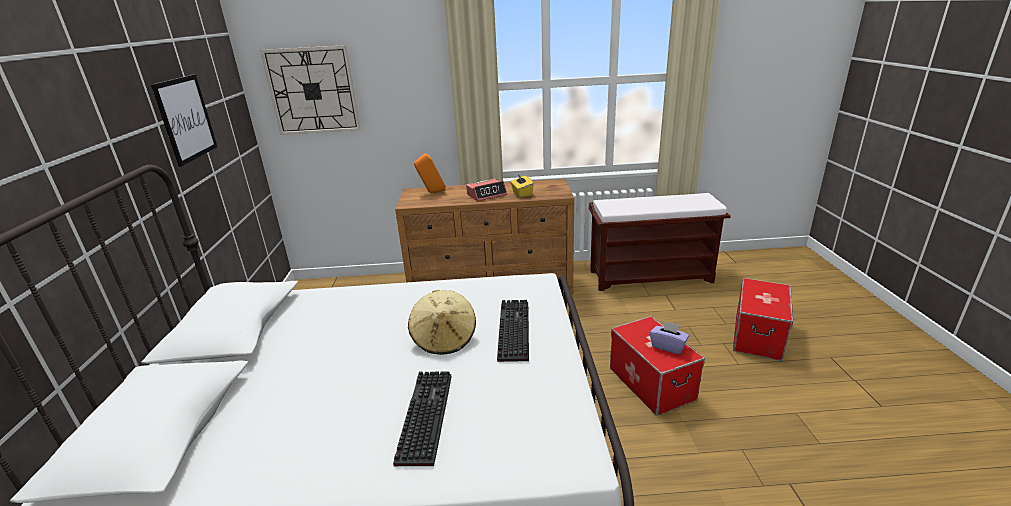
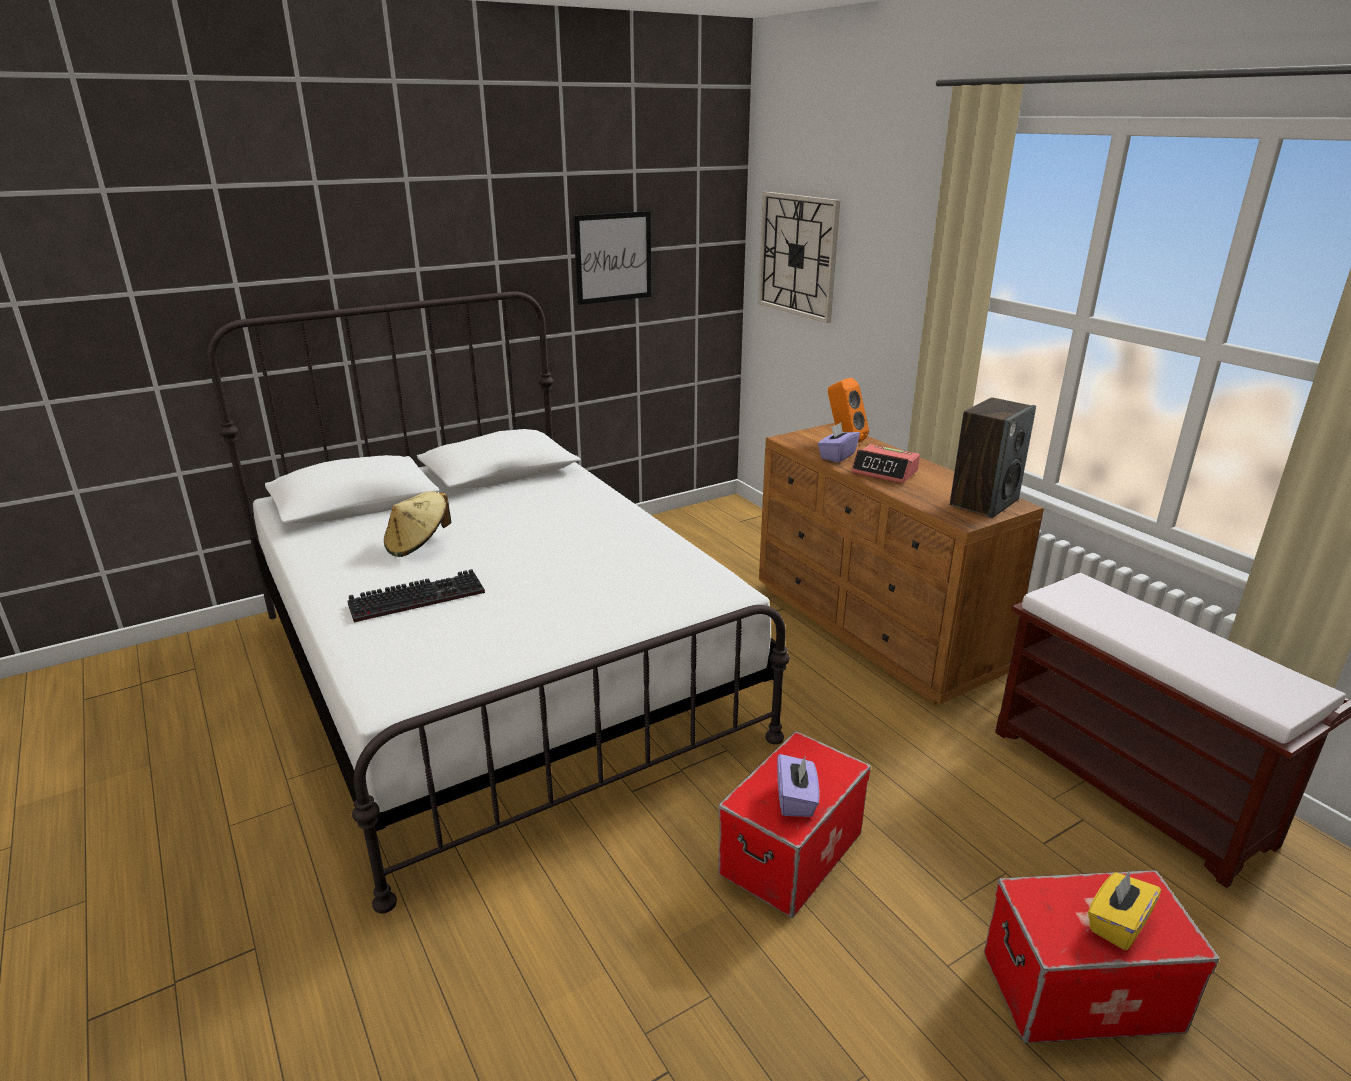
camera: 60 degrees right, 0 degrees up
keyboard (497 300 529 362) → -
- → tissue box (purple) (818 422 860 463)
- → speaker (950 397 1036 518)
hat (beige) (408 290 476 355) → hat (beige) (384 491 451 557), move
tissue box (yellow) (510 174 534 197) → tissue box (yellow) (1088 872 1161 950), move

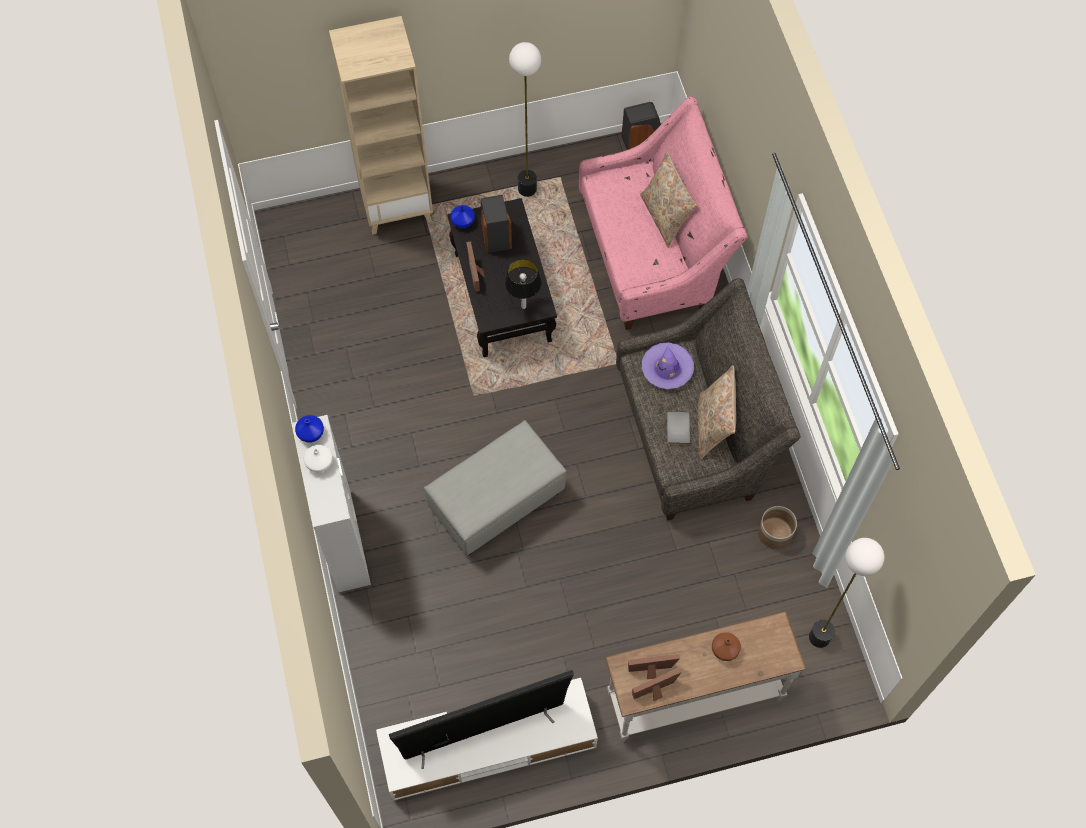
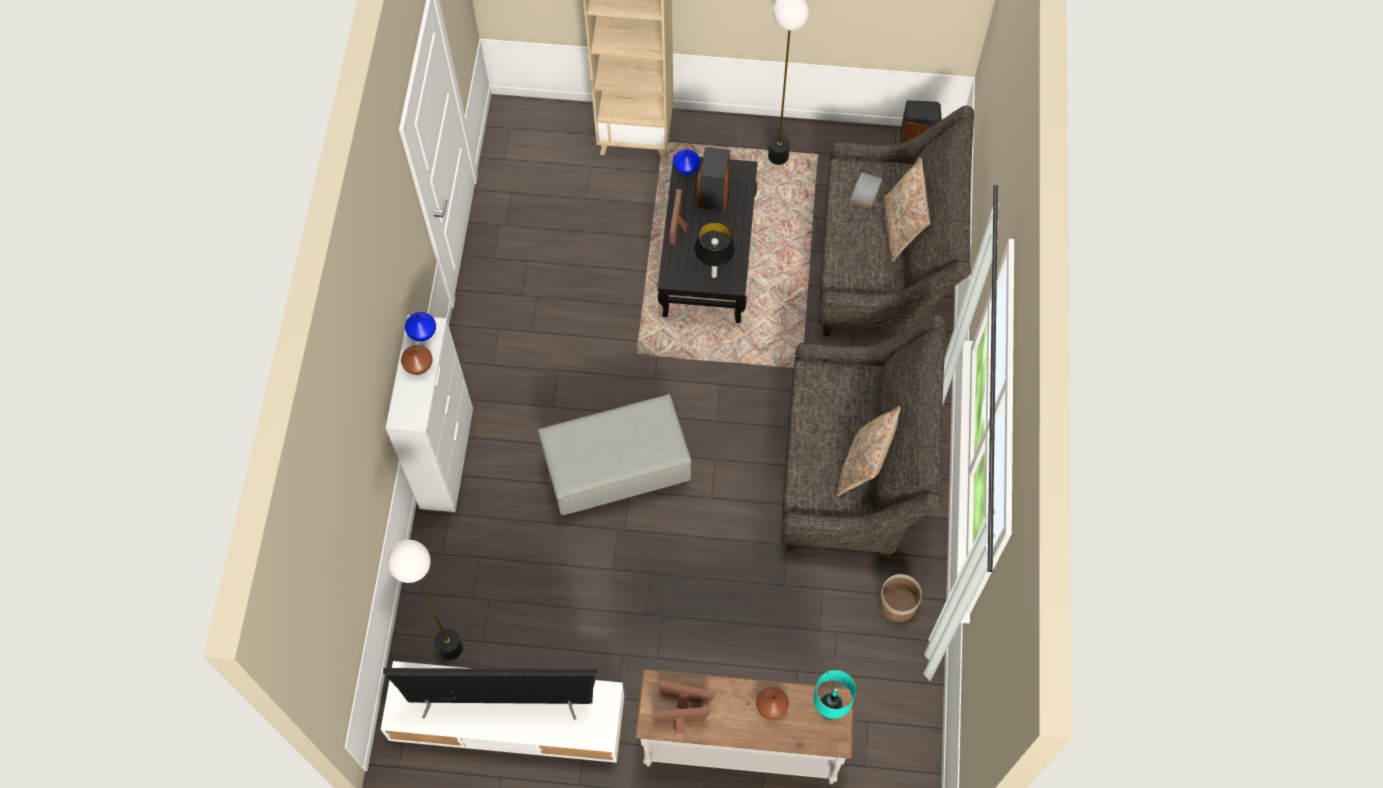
camera: 20 degrees right, 0 degrees up
hat (purple) (642 342 694 389) → -
- → table lamp (turquoise) (813 670 856 720)
book (grey) (667 412 690 445) → book (grey) (850 172 883 209), move
floor lamp (809 538 884 648) → floor lamp (387 540 463 660), move
vase (white) (304 445 333 472) → vase (brown) (401 345 433 375)
sofa (pink) (579 96 748 330) → sofa (grey) (818 106 974 336)

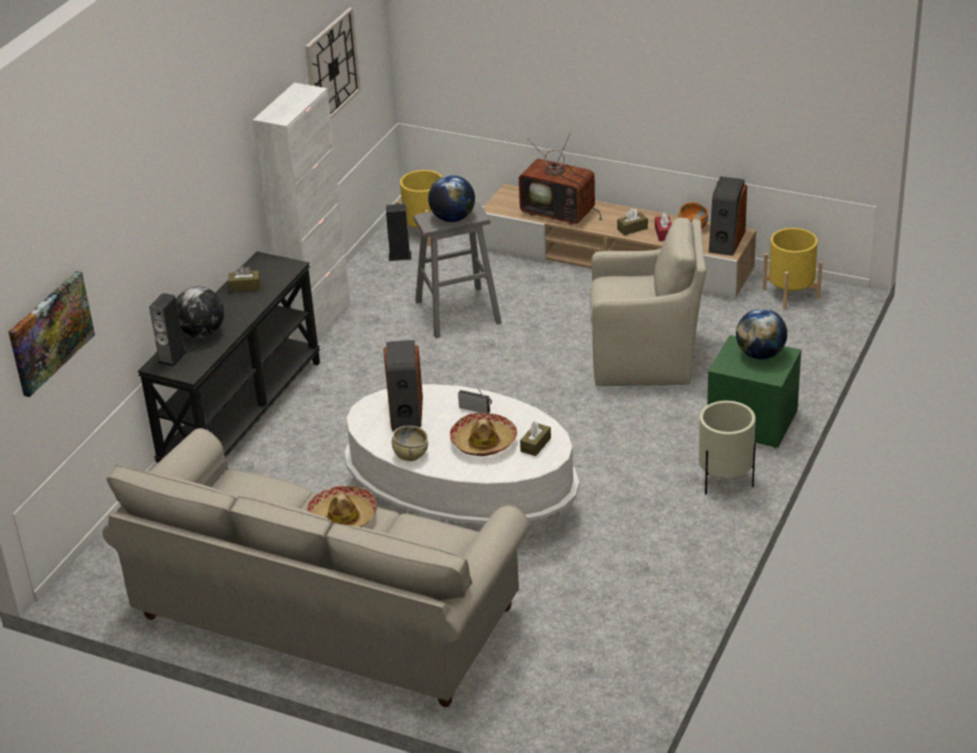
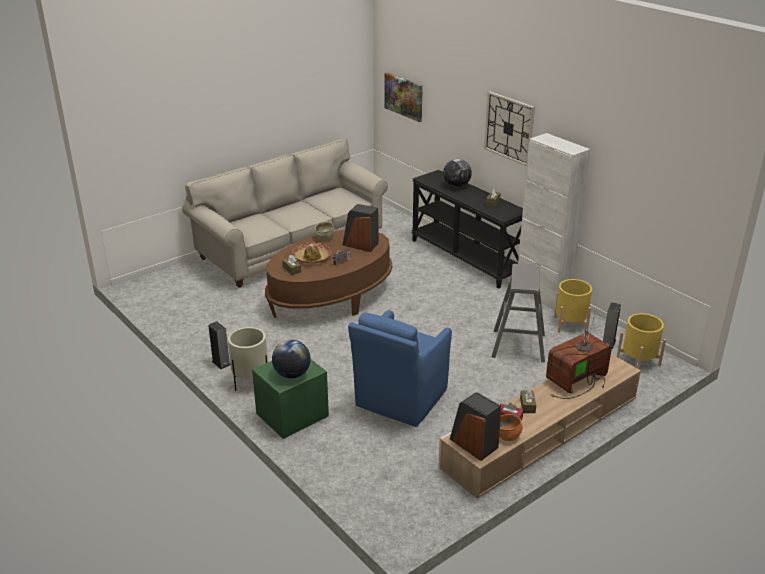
camera: 115 degrees right, 5 degrees down
hat (306 486 377 527) → -
globe (428 175 475 222) → -
speaker (149 293 187 367) → speaker (208 321 231 369), move
wall clock (305 8 361 119) → wall clock (484 91 535 166), move
planter (yellow) (762 228 822 309) → planter (yellow) (554 279 592 333), move
coffee table (white) (344 384 580 532) → coffee table (brown) (265 230 393 318)
armchair (beige) (590 217 706 386) → armchair (blue) (348 310 452 427)

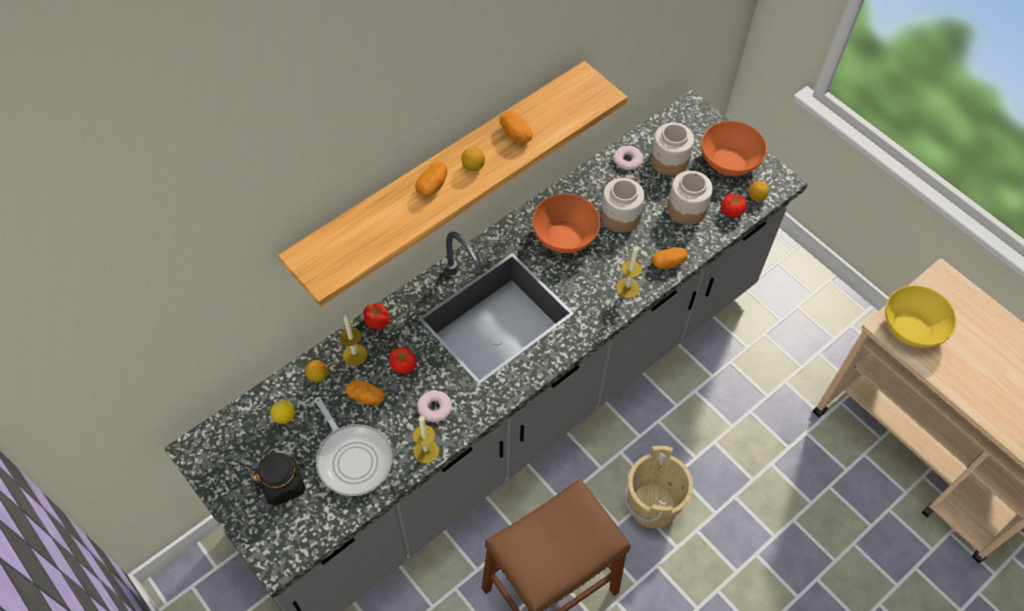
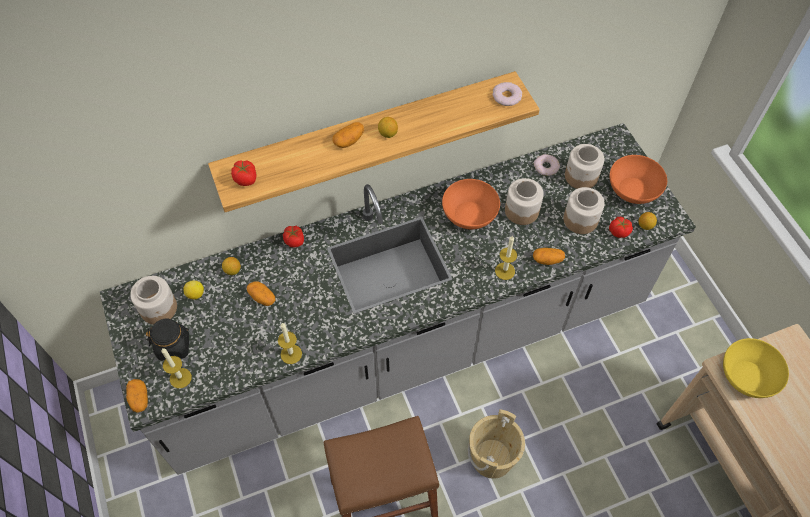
camera: 20 degrees right, 0 degrees up
frying pan (314 397 393 496) → -
- → jar (130 276 177 325)
candle (340 315 367 366) → candle (161 348 192 388), move
tomato (390 346 417 374) → tomato (231 160 256 186), move
donut (417 390 452 422) → donut (492 82 522 106), move
potato (500 112 533 144) → potato (126 379 148 413), move

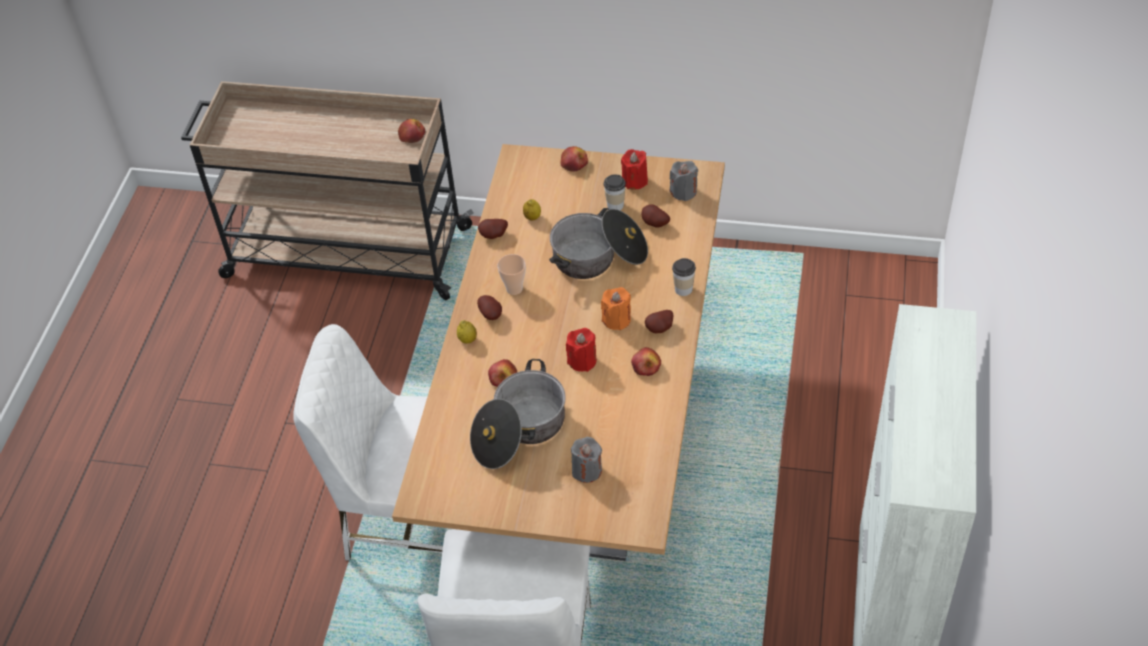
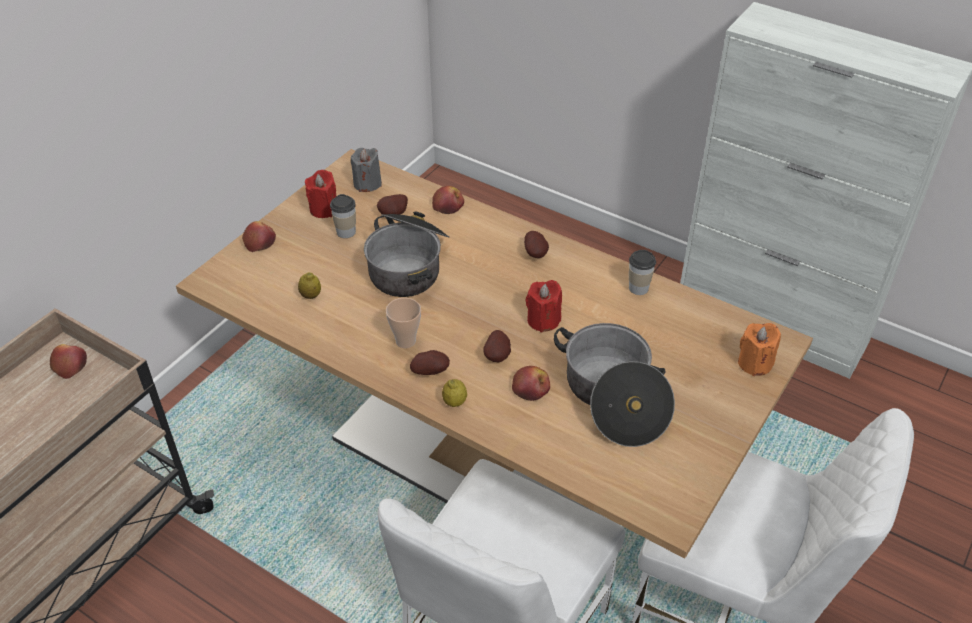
camera: 70 degrees left, 5 degrees down
candle (grey) (571 437 602 483) → -
potato (478 219 508 239) → potato (483 330 511 362), move
candle (orange) (601 287 631 330) → candle (orange) (738 323 781 376), move
apple (631 347 661 376) → apple (432 186 464 214), move
cup (672 258 696 296) → cup (629 250 656 295), move

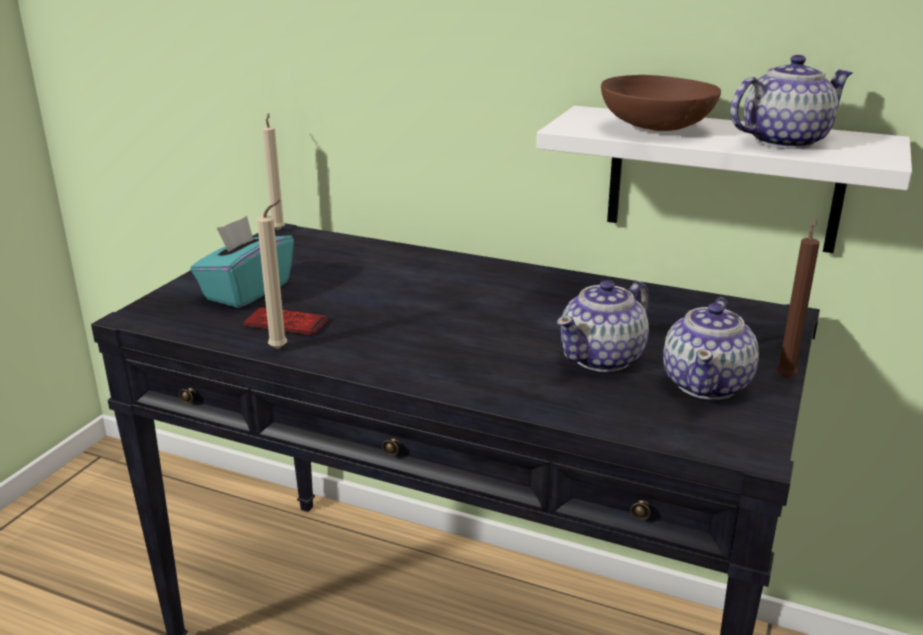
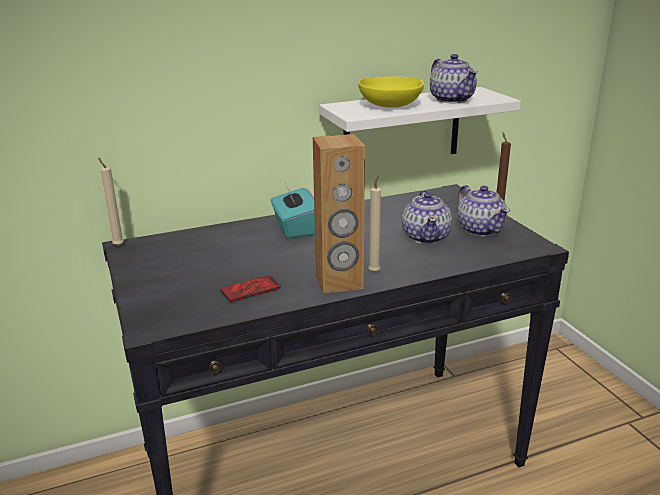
camera: 45 degrees left, 0 degrees up
- → speaker (brown) (313 134 365 293)
tissue box (turquoise) (190 216 294 308) → tissue box (turquoise) (271 182 315 239), move
candle (beige) (257 200 287 349) → candle (beige) (368 176 381 273), move
bowl (brown) (601 75 721 131) → bowl (yellow) (358 76 424 107)
teapot (730 55 853 149) → teapot (430 54 478 103), 135 degrees clockwise

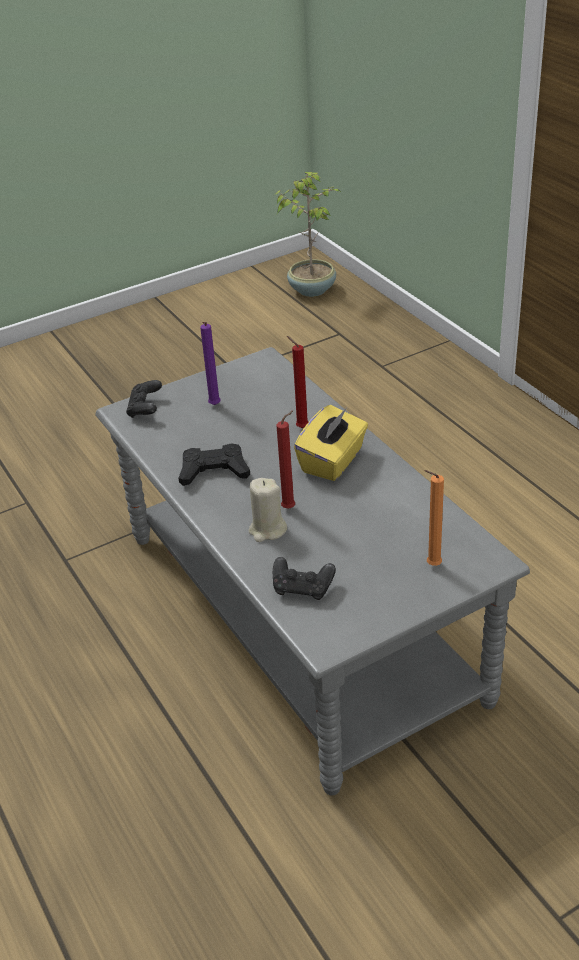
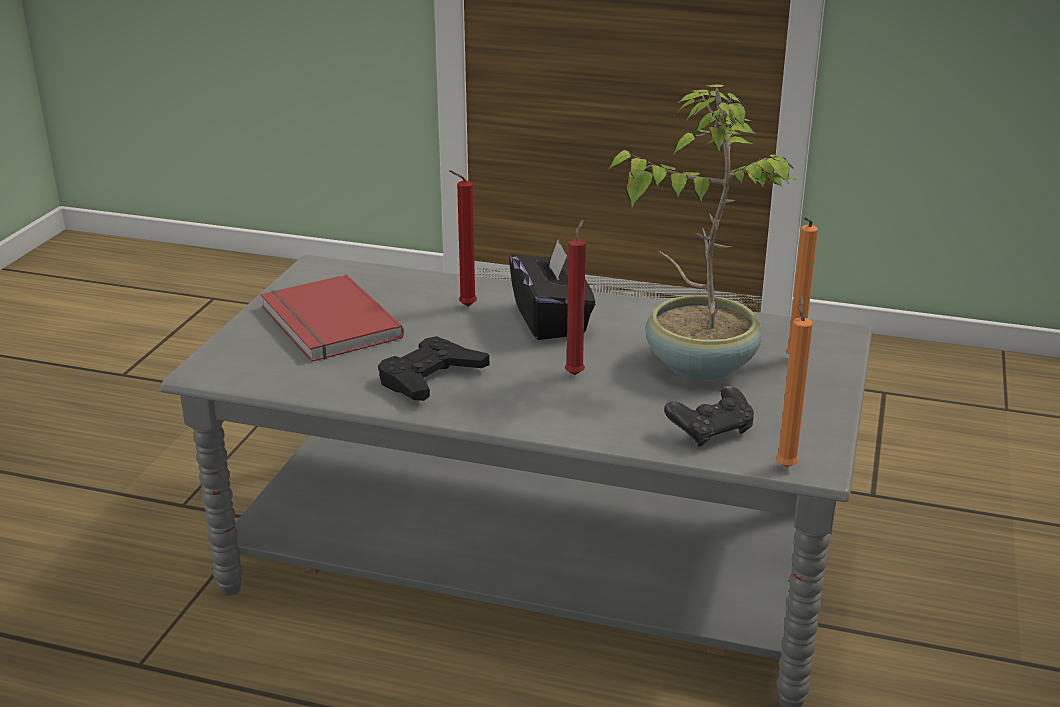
camera: 45 degrees left, 10 degrees down
game controller (black) (126 380 162 418) → -
candle (beige) (248 478 287 542) → -
- → candle (orange) (776 295 813 468)
potted plant (275 172 340 297) → potted plant (608 84 796 381), move
candle (purple) (200 322 221 405) → book (red) (261 275 404 362)
tissue box (yellow) (294 405 368 481) → tissue box (black) (509 238 595 340)

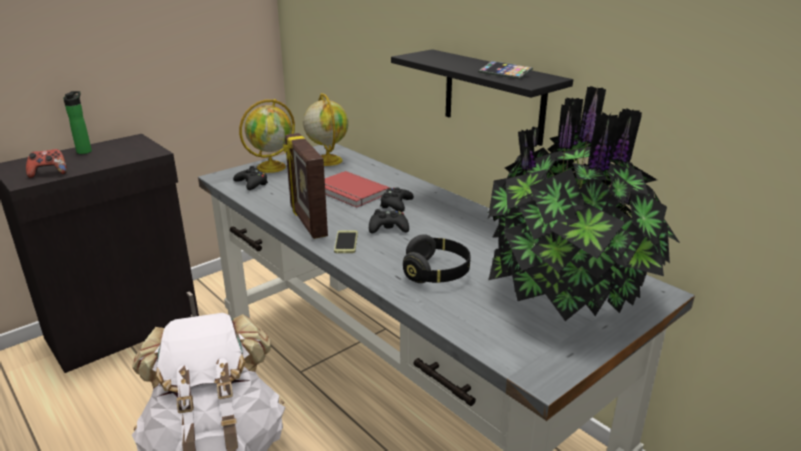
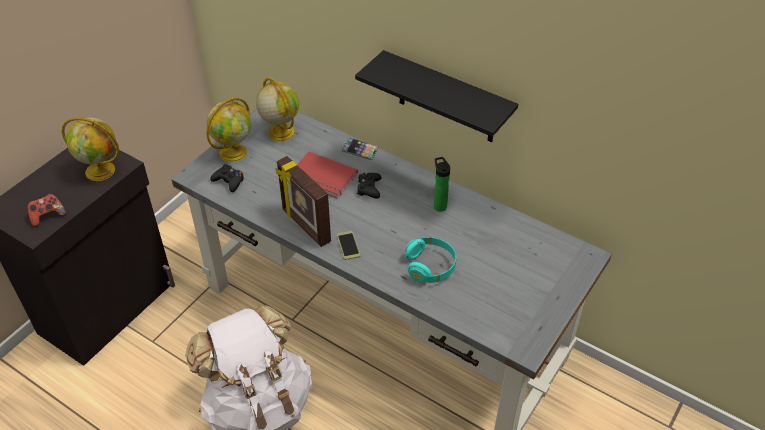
camera: 15 degrees left, 20 degrees up
game controller (black) (369 209 409 234) → -
potted plant (487 86 680 321) → -
- → globe (61 117 119 181)
bottle (63 91 92 154) → bottle (434 157 450 212), move
phone (478 61 533 79) → phone (342 137 379 160), move
headphones (black) (403 234 470 283) → headphones (turquoise) (405 237 456 283)

